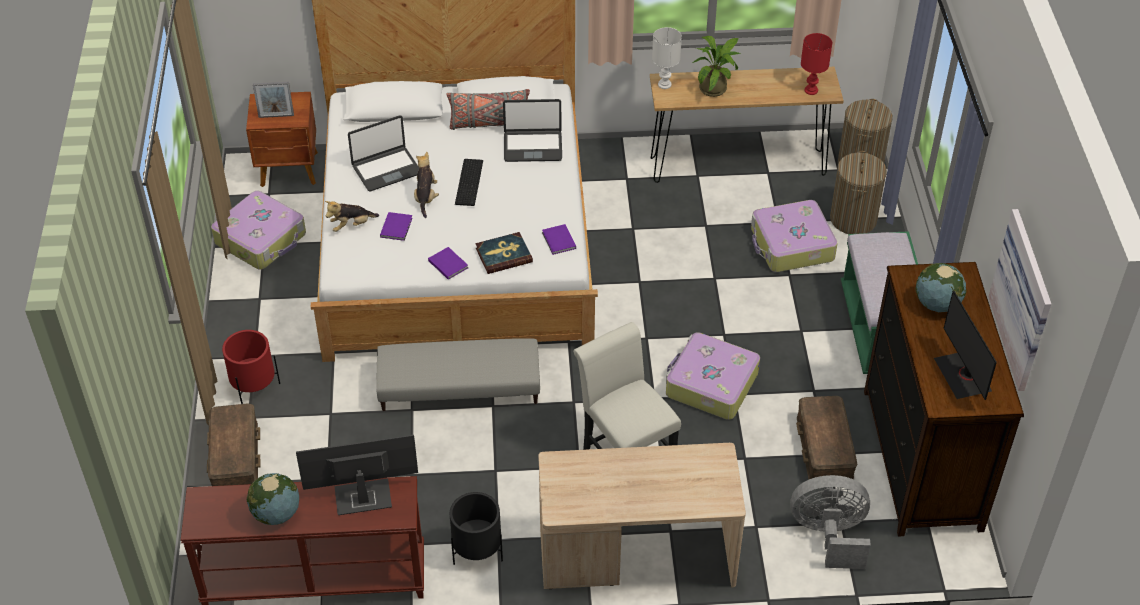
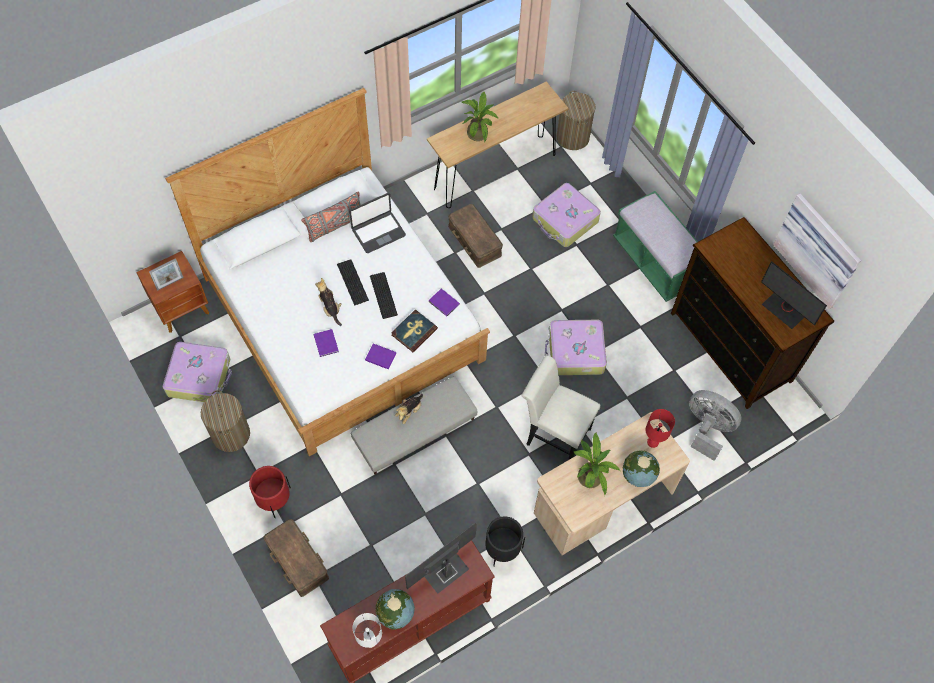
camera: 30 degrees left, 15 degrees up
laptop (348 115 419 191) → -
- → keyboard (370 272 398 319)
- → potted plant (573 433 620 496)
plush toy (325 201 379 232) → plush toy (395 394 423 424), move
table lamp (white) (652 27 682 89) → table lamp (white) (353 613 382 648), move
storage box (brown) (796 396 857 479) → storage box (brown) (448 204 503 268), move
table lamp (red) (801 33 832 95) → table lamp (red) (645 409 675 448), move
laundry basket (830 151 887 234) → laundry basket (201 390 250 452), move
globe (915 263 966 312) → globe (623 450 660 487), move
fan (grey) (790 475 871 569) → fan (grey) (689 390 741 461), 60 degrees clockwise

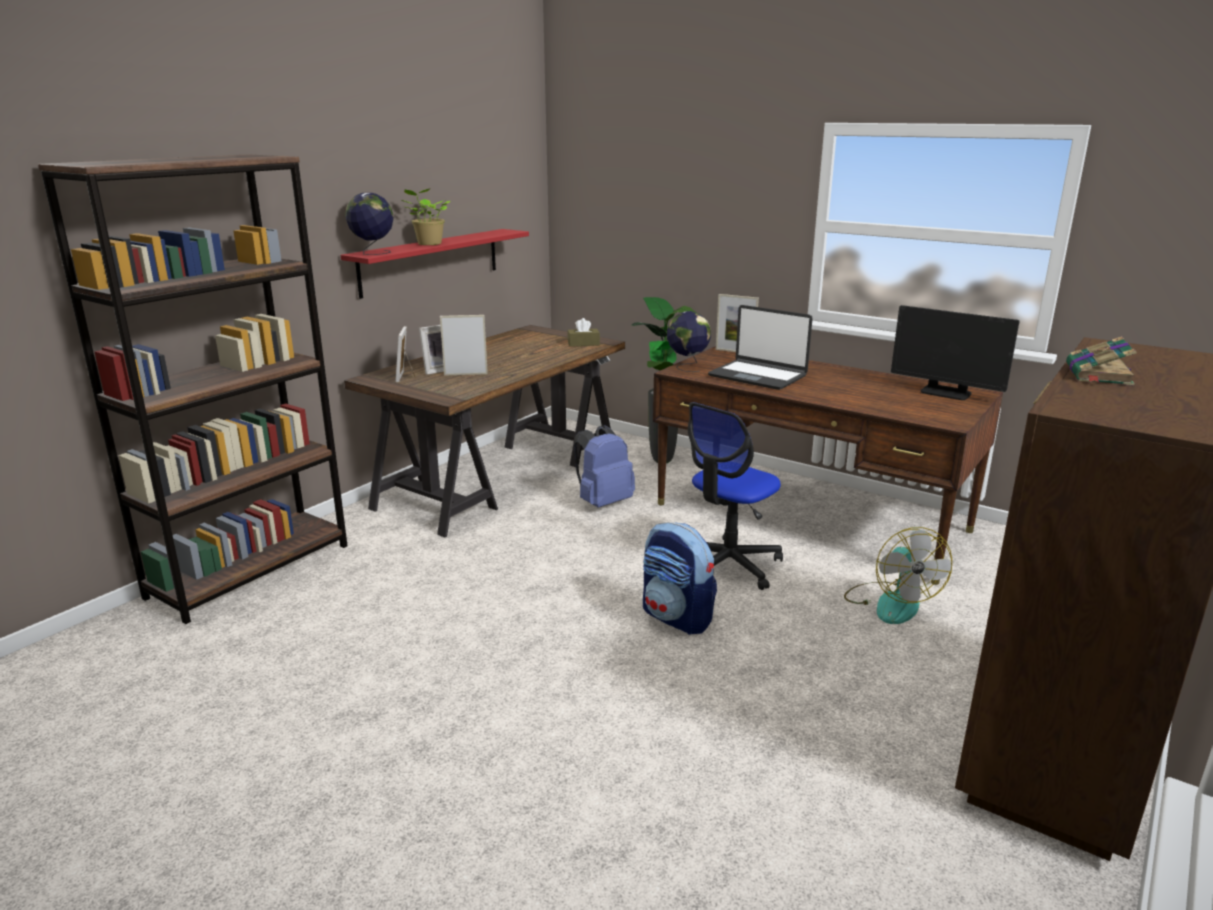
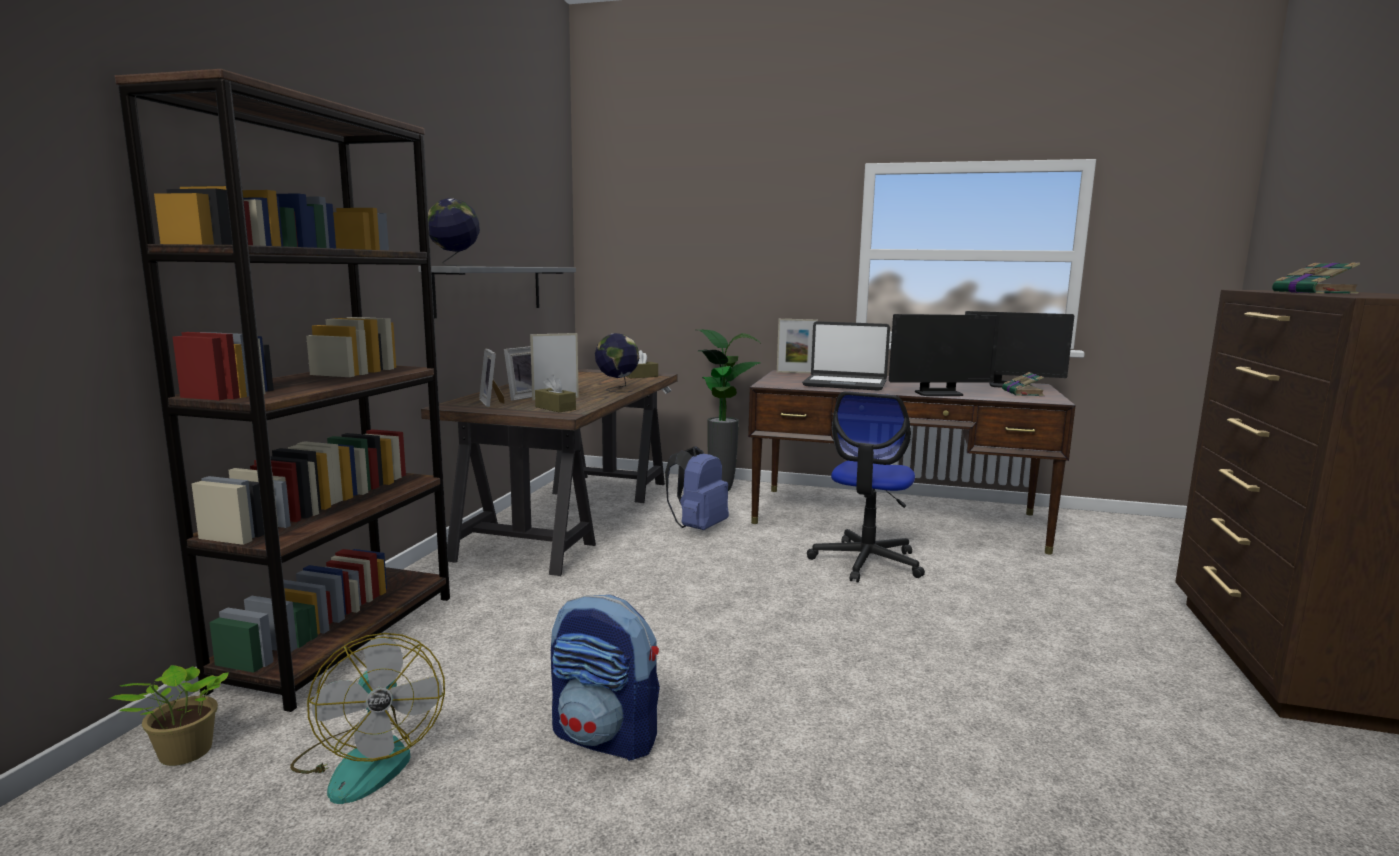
camera: 20 degrees left, 10 degrees down
- → tissue box (brown) (535 375 576 412)
- → monitor (889 314 1000 396)
- → book (1002 372 1045 396)
potted plant (401 188 450 245) → potted plant (108 665 229 766), move
backpack (643 522 717 635) → backpack (551 595 660 761), move
globe (667 311 711 372) → globe (595 333 639 392), move
fan (844 527 952 624) → fan (290 633 445 804), move
shelf (red) (341 229 529 299) → shelf (grey) (418 266 576 318)

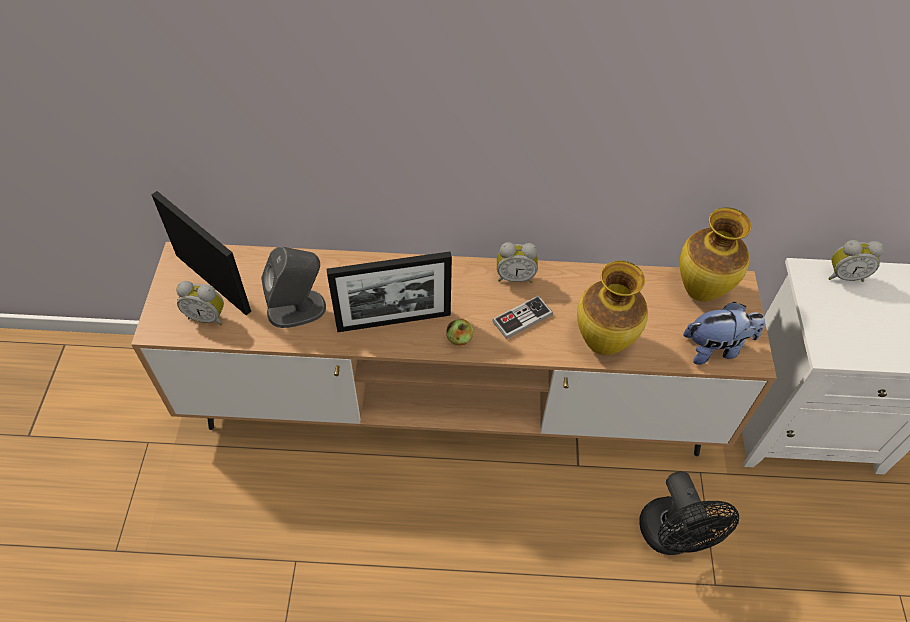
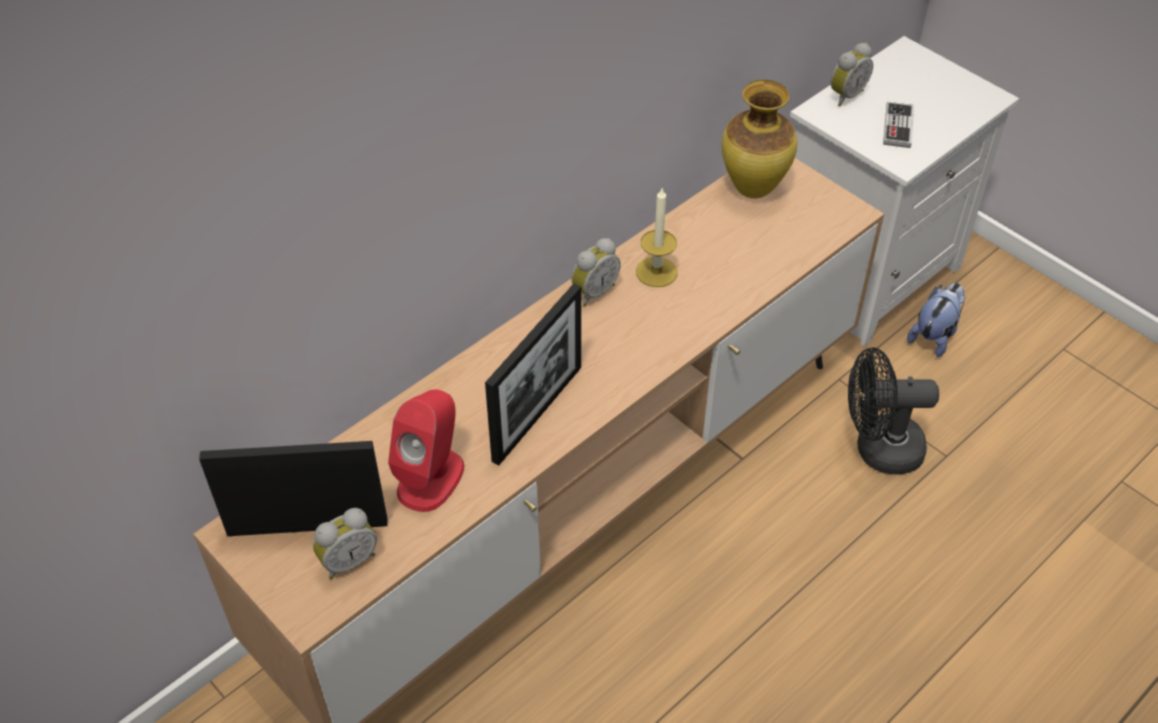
camera: 45 degrees left, 5 degrees down
apple (446 319 473 346) → -
vase (577 261 648 355) → -
- → candle (636 187 678 287)
game controller (492 295 553 339) → game controller (883 102 914 148), move
plush toy (683 302 765 365) → plush toy (907 283 966 357), move
speaker (grey) (261 246 326 328) → speaker (red) (388 389 464 512)
fan (black) (639 471 739 555) → fan (black) (848 347 939 475), 150 degrees clockwise

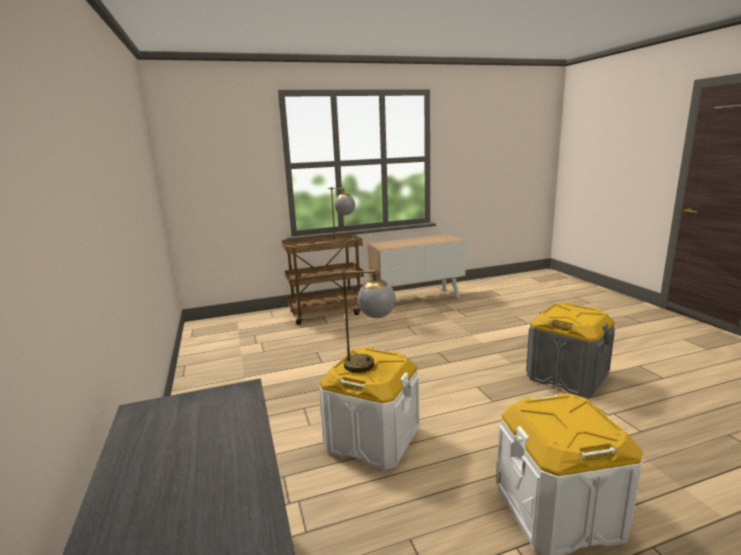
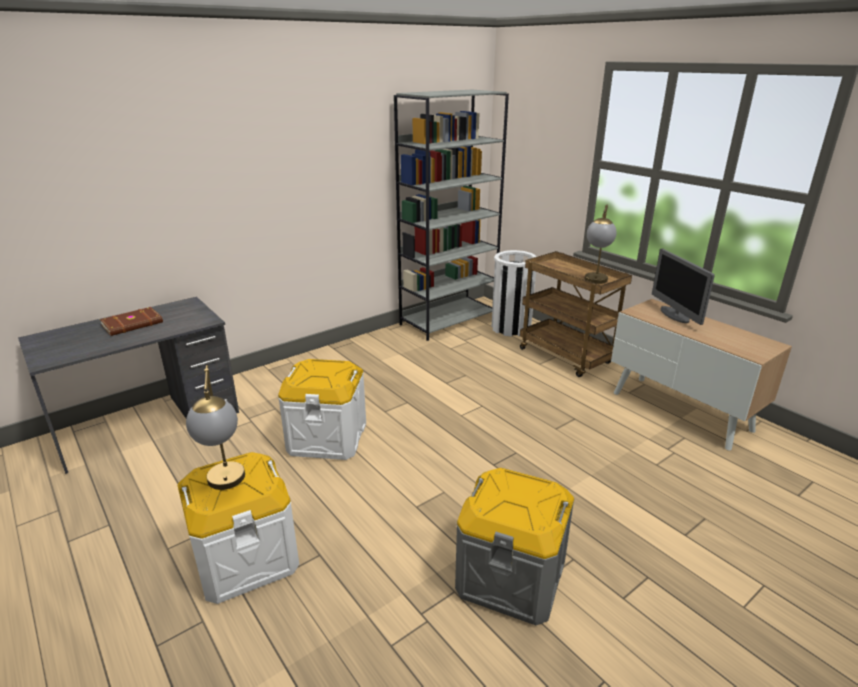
camera: 70 degrees right, 10 degrees up
- → book (brown) (100 307 163 336)
- → bookcase (grey) (394 90 509 341)
- → trash can (white) (491 250 537 337)
- → monitor (652 249 715 325)
table lamp (334 270 396 373) → table lamp (186 365 245 490), move

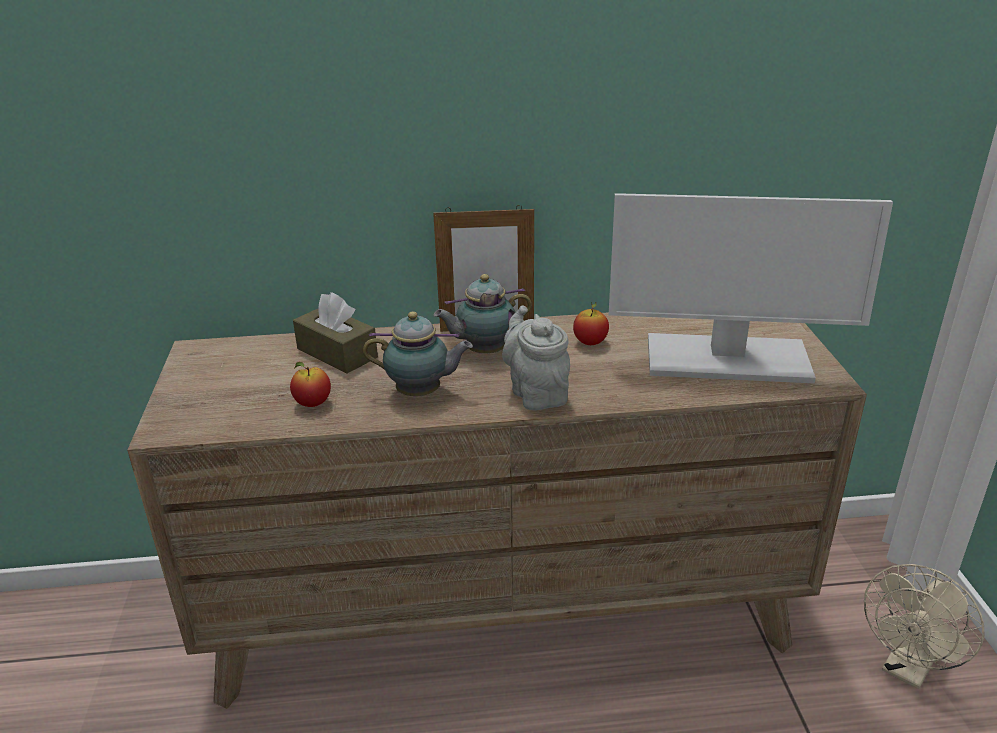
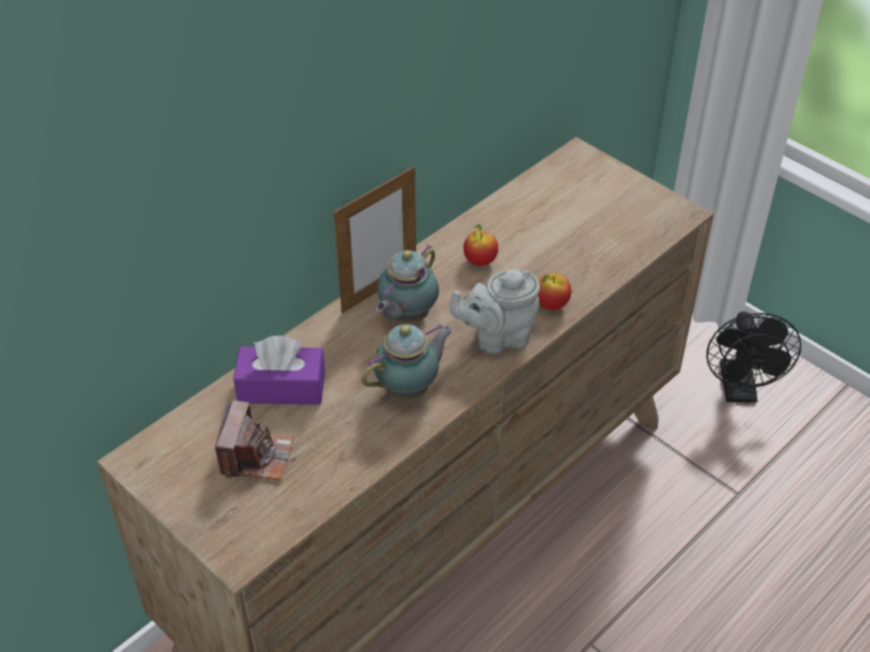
camera: 40 degrees left, 15 degrees up
monitor (609 193 893 384) → -
- → photo camera (215 400 294 480)
apple (290 362 331 407) → apple (538 273 571 310), move
tissue box (brown) (293 292 378 374) → tissue box (purple) (233 336 325 405)
fan (beige) (864 564 985 689) → fan (black) (706 311 801 403)
teapot (grey) (502 305 570 410) → teapot (grey) (449 269 540 354), 45 degrees counterclockwise

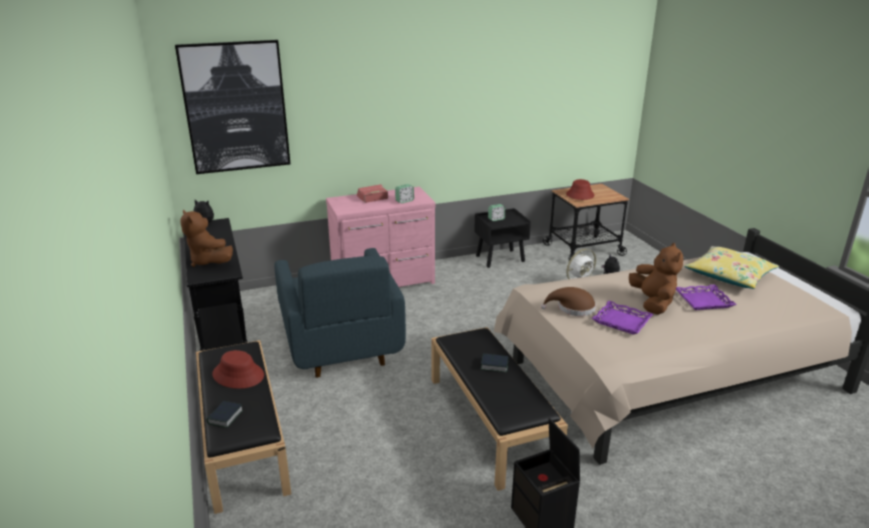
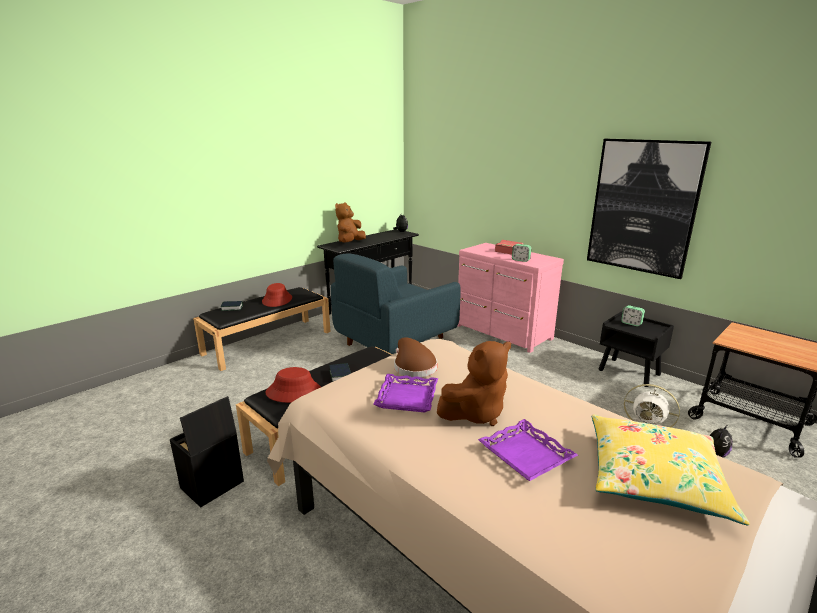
camera: 65 degrees right, 5 degrees down
picture (175 40 290 174) → picture (587 139 711 279), move
hat (red) (566 179 594 200) → hat (red) (266 367 321 403), move

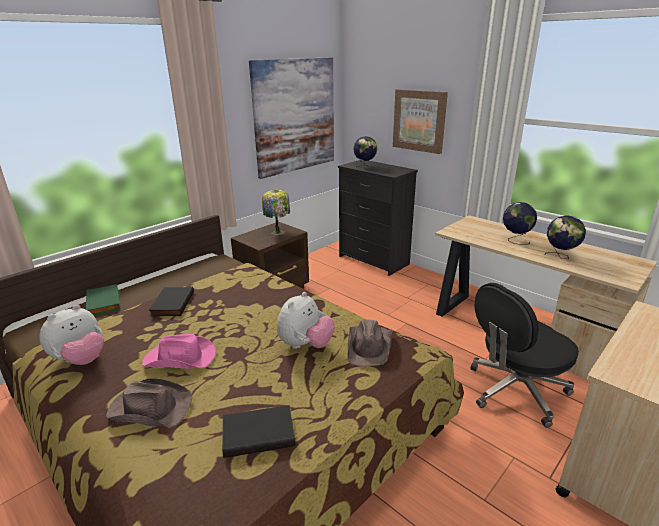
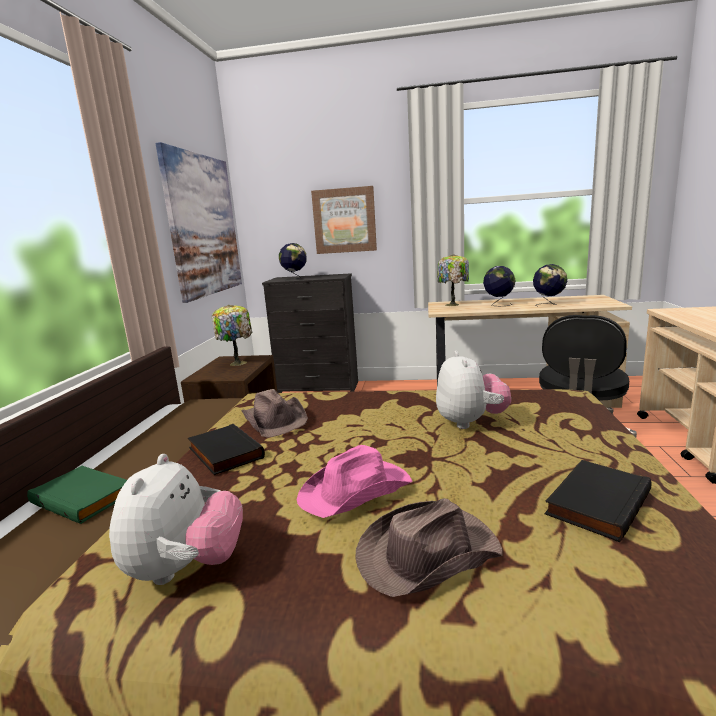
camera: 35 degrees left, 10 degrees down
- → table lamp (437 254 469 306)
hat (brown) (347 320 393 366) → hat (brown) (241 389 308 438), move

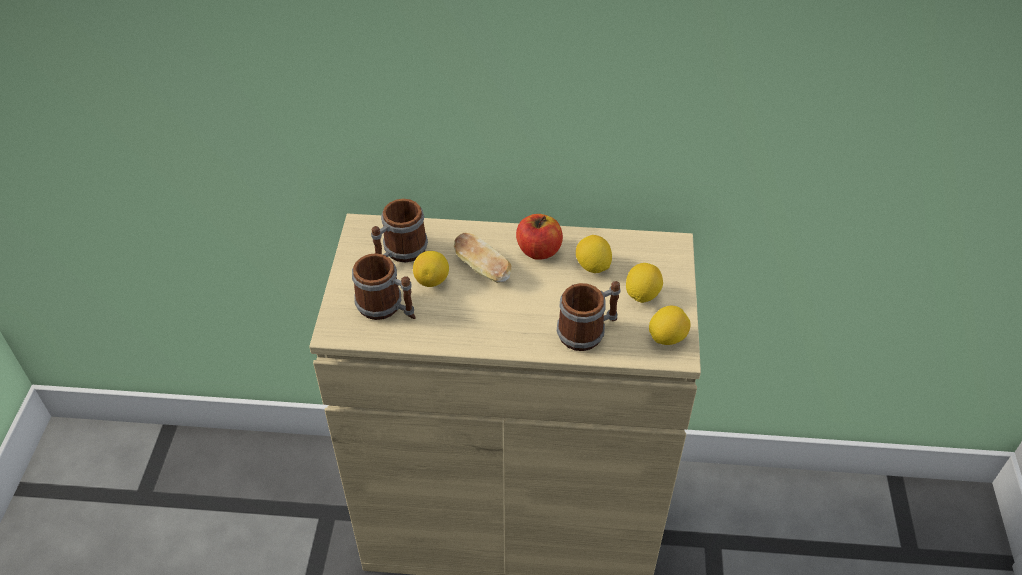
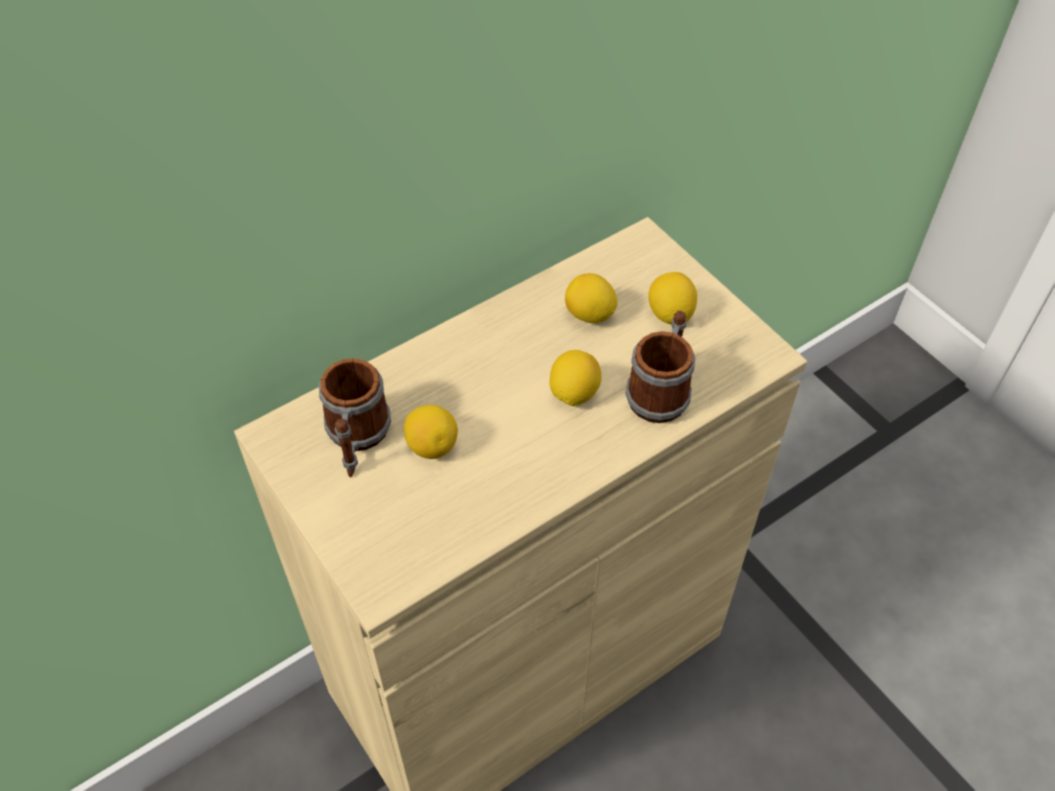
camera: 40 degrees left, 5 degrees up
mug (352 253 416 320) → -
bread (454 233 512 283) → -
apple (516 214 563 260) → -
lemon (649 306 691 345) → lemon (550 350 602 406), move

